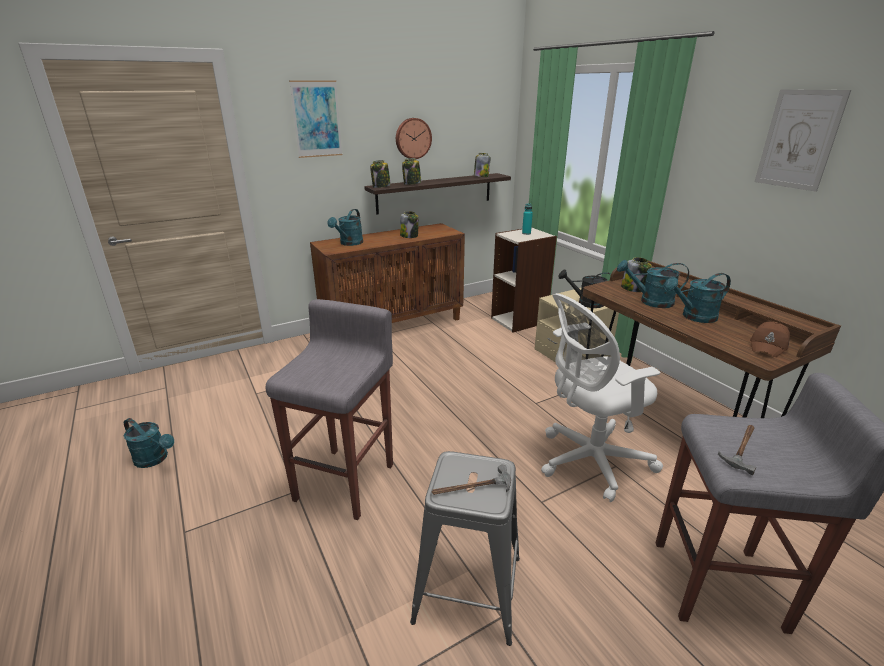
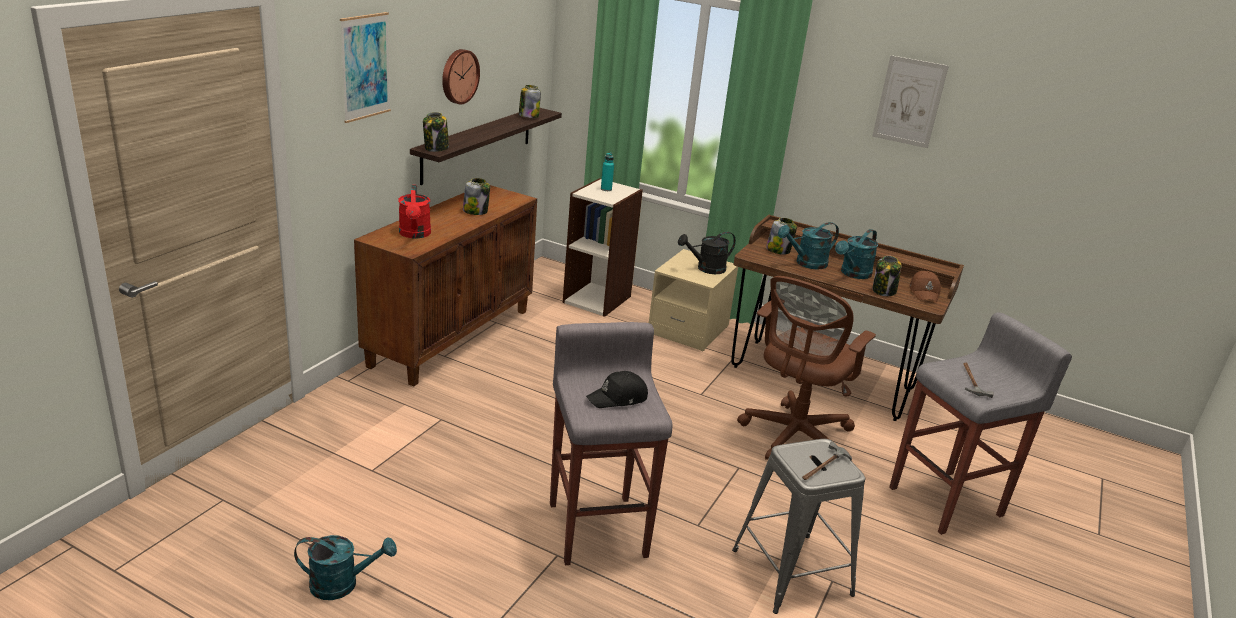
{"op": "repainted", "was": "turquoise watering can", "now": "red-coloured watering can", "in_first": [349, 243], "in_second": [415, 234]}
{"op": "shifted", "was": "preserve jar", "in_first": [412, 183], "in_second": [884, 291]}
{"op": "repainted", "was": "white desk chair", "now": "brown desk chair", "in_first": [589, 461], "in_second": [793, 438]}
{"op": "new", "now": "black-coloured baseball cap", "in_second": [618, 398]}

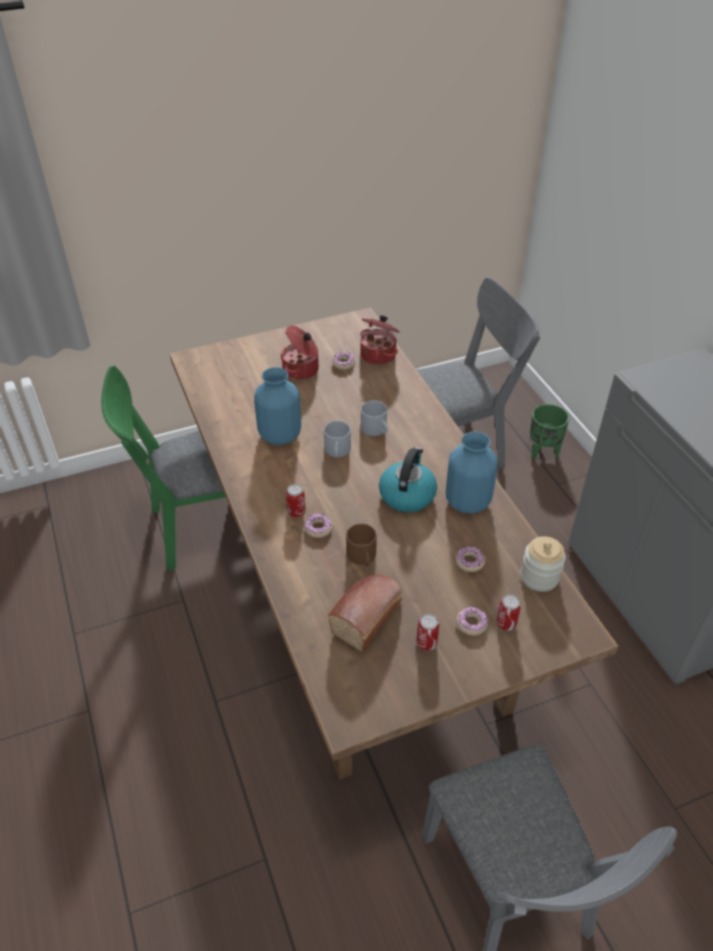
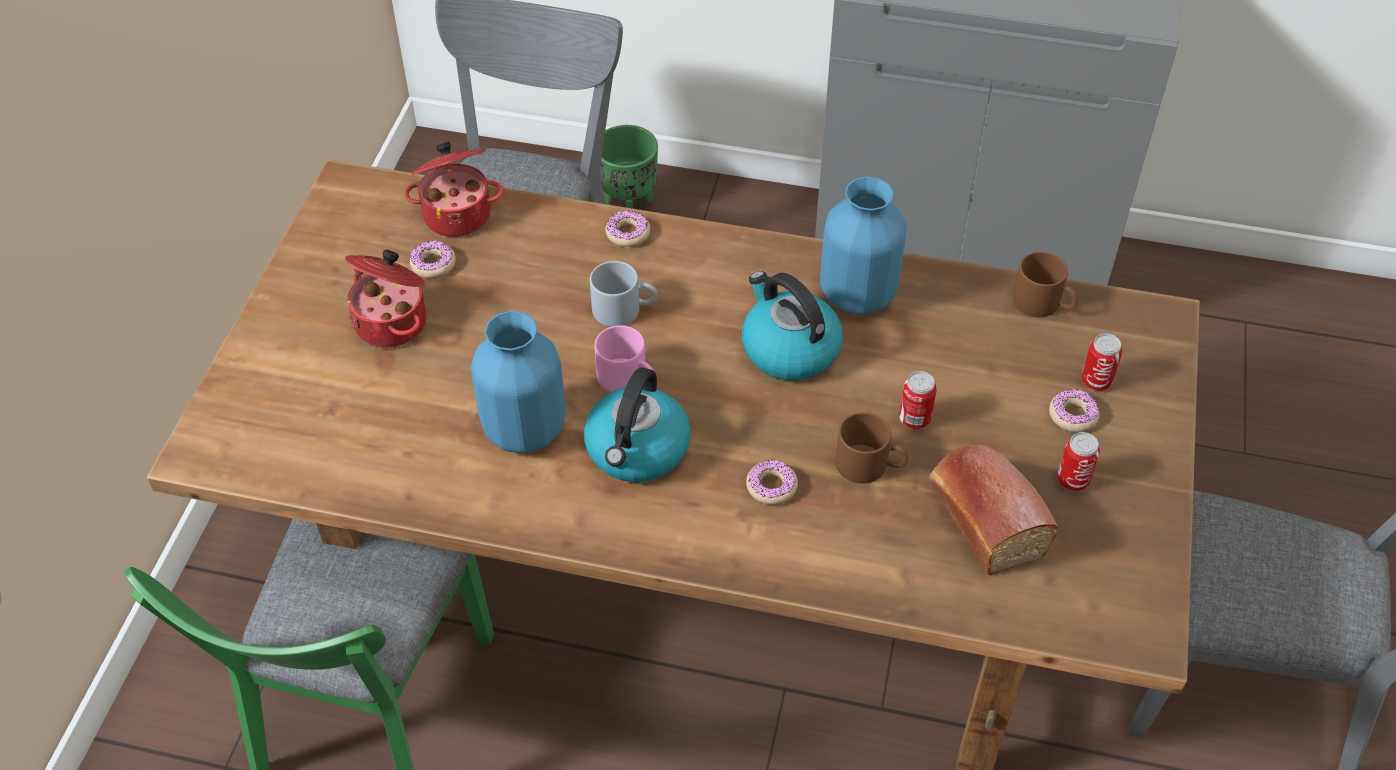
{"op": "shifted", "was": "sealed can", "in_first": [296, 512], "in_second": [914, 419]}
{"op": "repainted", "was": "grey coffee mug", "now": "pink coffee mug", "in_first": [338, 451], "in_second": [629, 378]}
{"op": "shifted", "was": "ring doughnut", "in_first": [469, 562], "in_second": [628, 234]}
{"op": "swapped", "was": "preserve jar", "now": "brown coffee mug", "in_first": [539, 577], "in_second": [1044, 304]}
{"op": "new", "now": "water kettle", "in_second": [637, 450]}

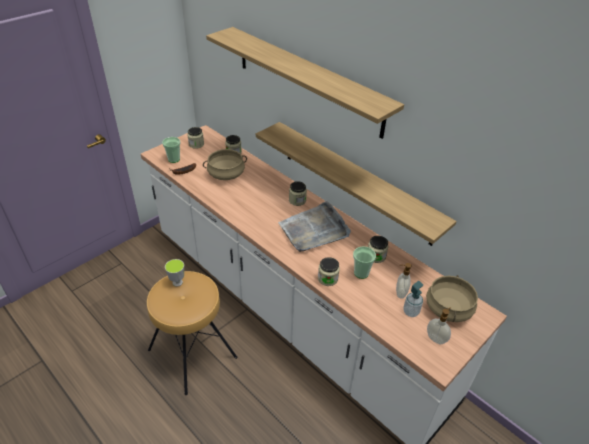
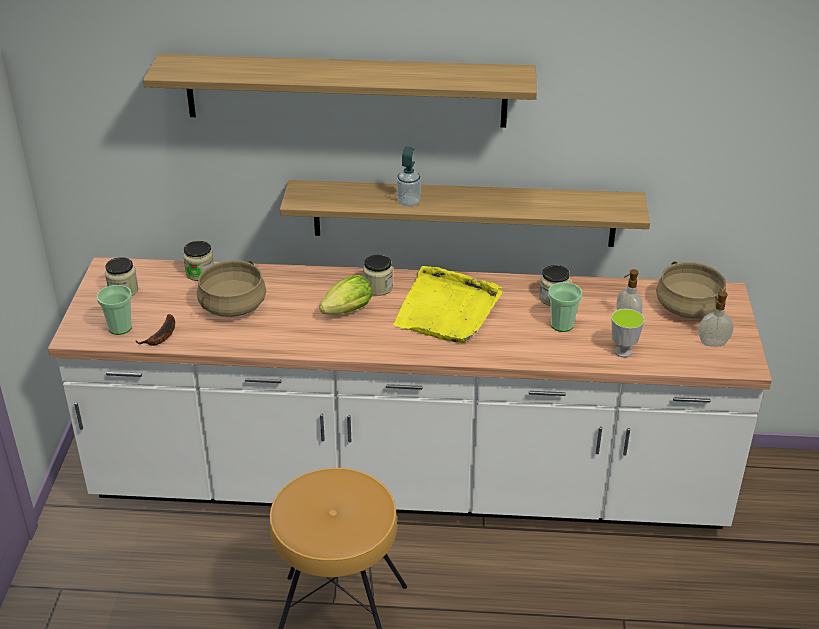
{"op": "shifted", "was": "cup", "in_first": [177, 282], "in_second": [623, 352]}
{"op": "repainted", "was": "grey tray", "now": "yellow-coloured tray", "in_first": [314, 230], "in_second": [447, 309]}
{"op": "gone", "was": "preserve jar", "in_first": [327, 278]}
{"op": "shifted", "was": "soap bottle", "in_first": [411, 312], "in_second": [408, 202]}
{"op": "new", "now": "head of lettuce", "in_second": [345, 312]}

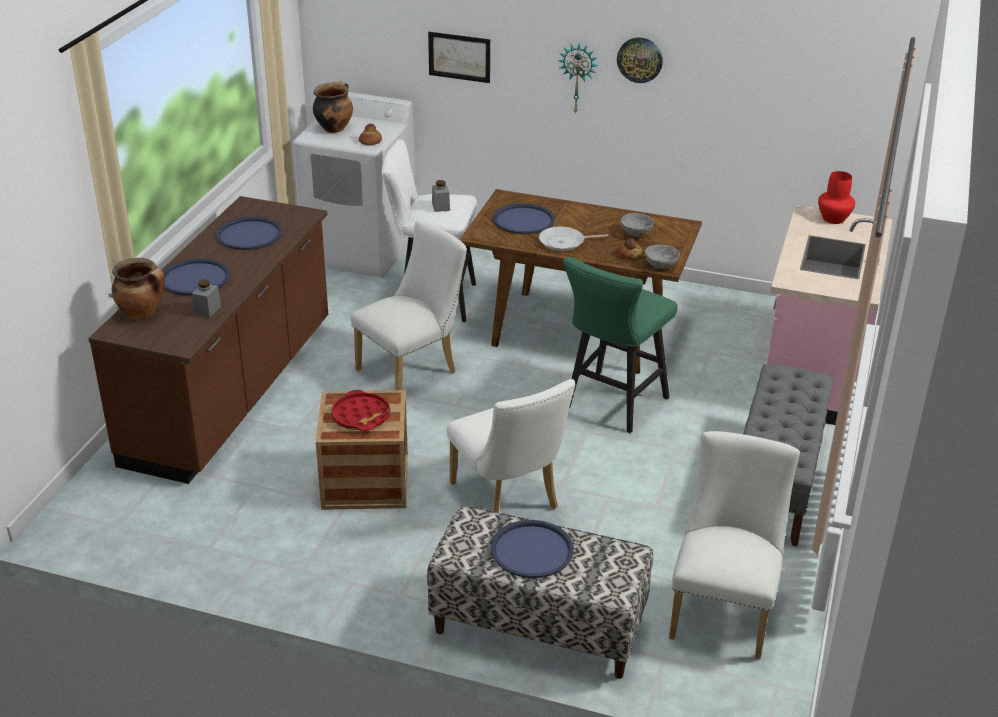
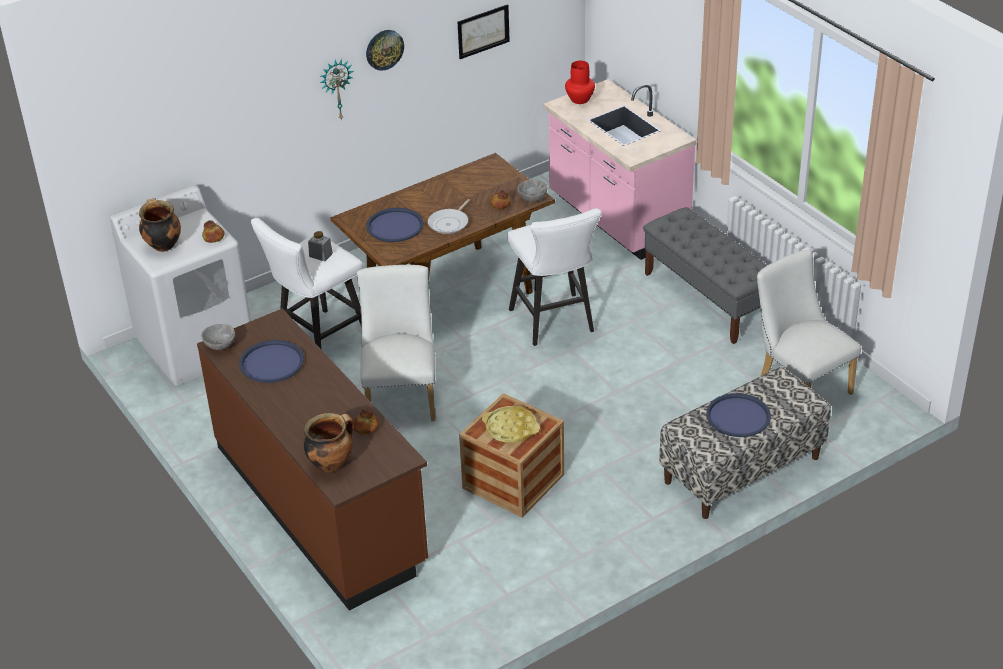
{"op": "gone", "was": "blue tray", "in_first": [195, 278]}
{"op": "swapped", "was": "grey preserve jar", "now": "bread", "in_first": [207, 310], "in_second": [366, 427]}
{"op": "repainted", "was": "red-coloured tray", "now": "yellow-coloured tray", "in_first": [361, 416], "in_second": [511, 428]}
{"op": "shifted", "was": "picture", "in_first": [459, 57], "in_second": [483, 31]}
{"op": "gone", "was": "white upright chair", "in_first": [508, 500]}
{"op": "repainted", "was": "green sitting stool", "now": "white sitting stool", "in_first": [611, 406], "in_second": [555, 323]}
{"op": "shifted", "was": "grey bowl", "in_first": [636, 234], "in_second": [221, 345]}

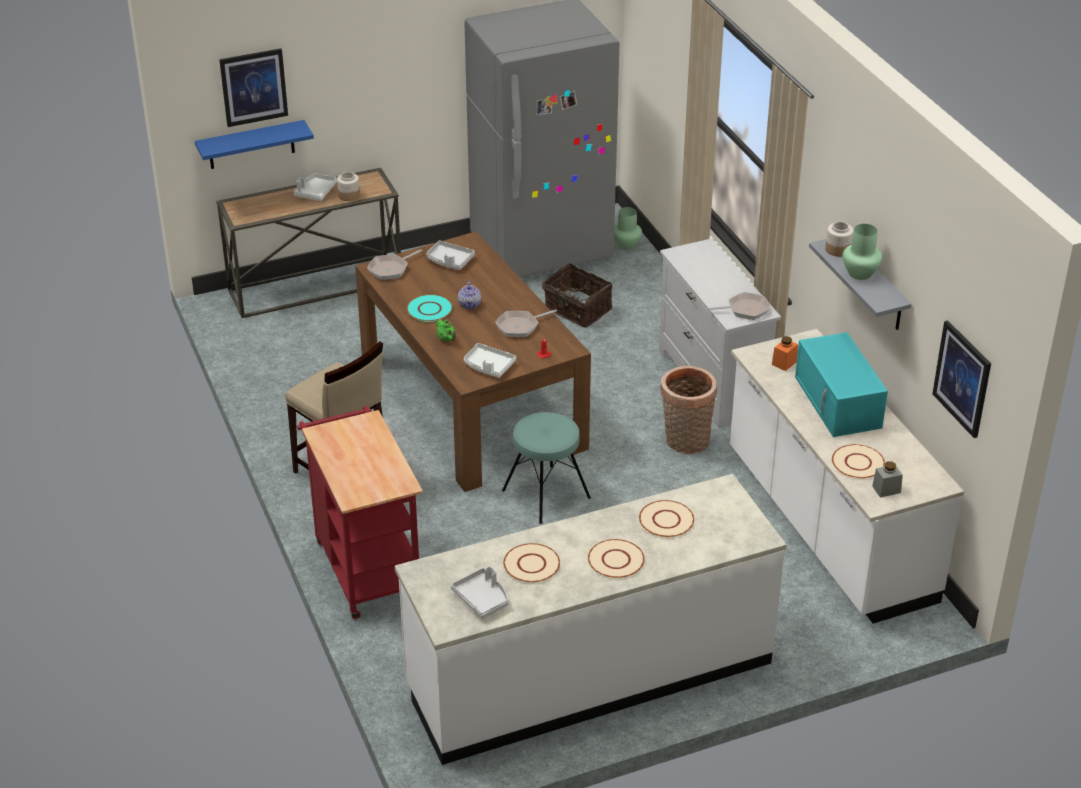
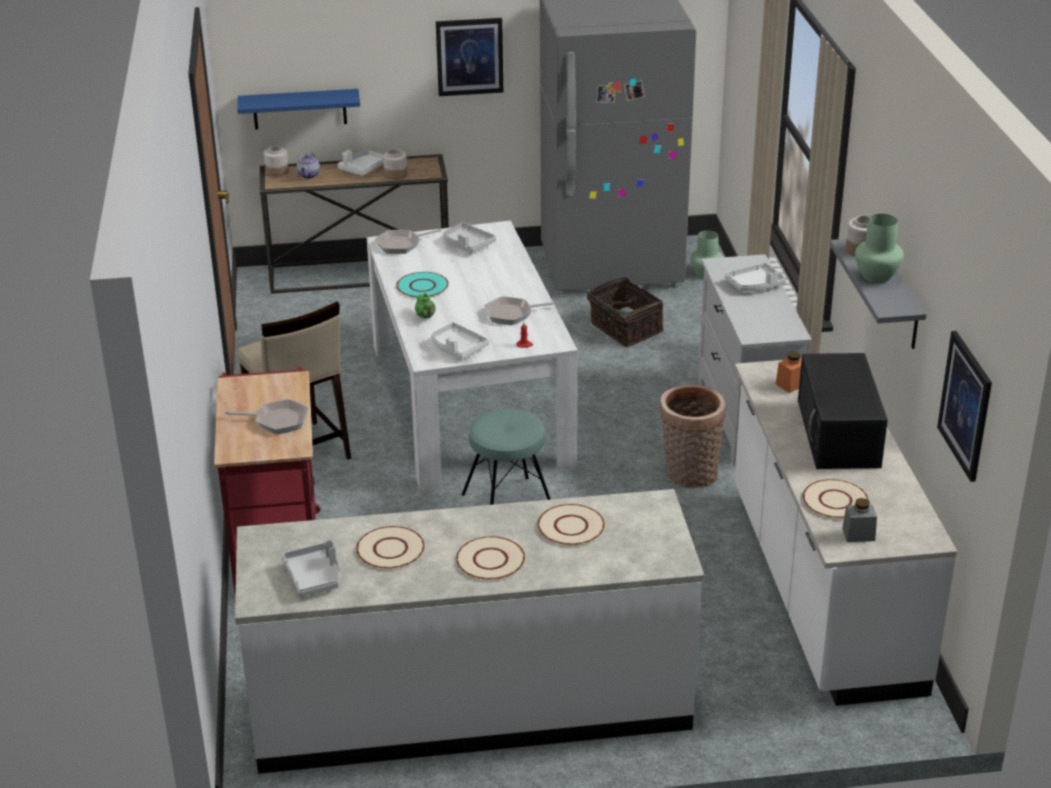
{"op": "shifted", "was": "picture", "in_first": [253, 87], "in_second": [469, 56]}
{"op": "repainted", "was": "brown dining table", "now": "white dining table", "in_first": [472, 403], "in_second": [470, 403]}
{"op": "shifted", "was": "teapot", "in_first": [470, 305], "in_second": [309, 175]}
{"op": "shifted", "was": "frying pan", "in_first": [745, 309], "in_second": [277, 421]}
{"op": "repainted", "was": "turquoise kitchen microwave", "now": "black-coloured kitchen microwave", "in_first": [839, 403], "in_second": [839, 434]}
{"op": "new", "now": "preserve jar", "in_second": [277, 171]}
{"op": "new", "now": "white tray", "in_second": [755, 285]}

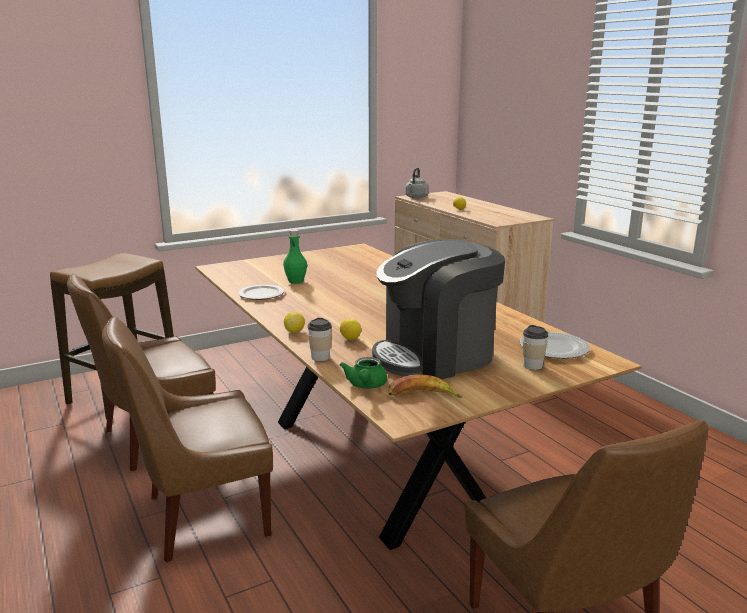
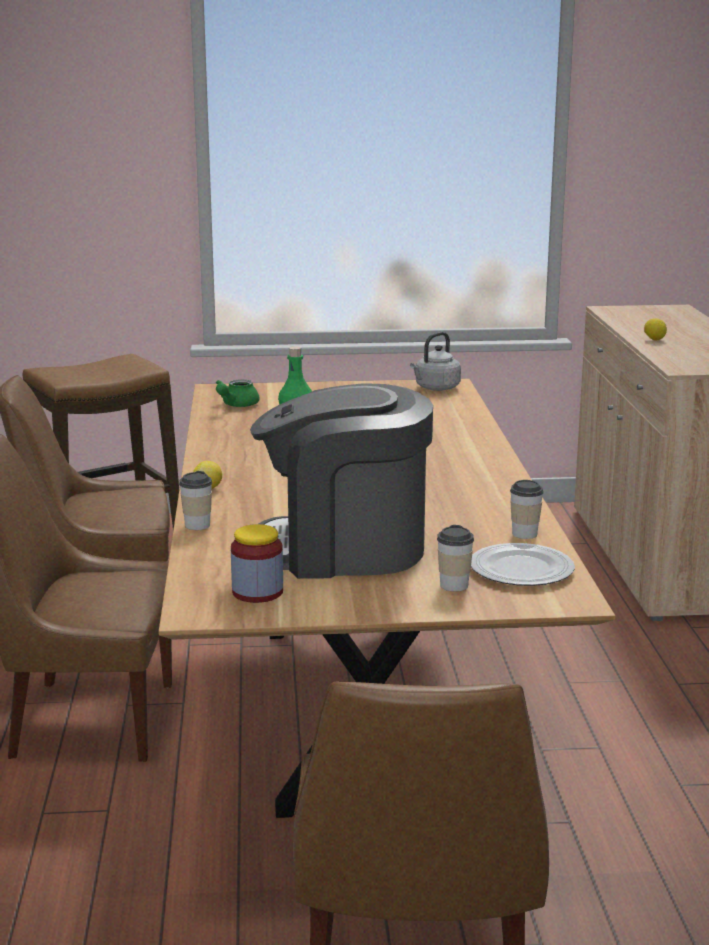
{"op": "gone", "was": "plate", "in_first": [260, 294]}
{"op": "gone", "was": "citrus fruit", "in_first": [350, 339]}
{"op": "shifted", "was": "green teapot", "in_first": [366, 386], "in_second": [236, 405]}
{"op": "swapped", "was": "whole banana", "now": "preserve jar", "in_first": [422, 395], "in_second": [257, 592]}
{"op": "shifted", "was": "grey water kettle", "in_first": [416, 197], "in_second": [435, 388]}
{"op": "new", "now": "cup", "in_second": [524, 534]}

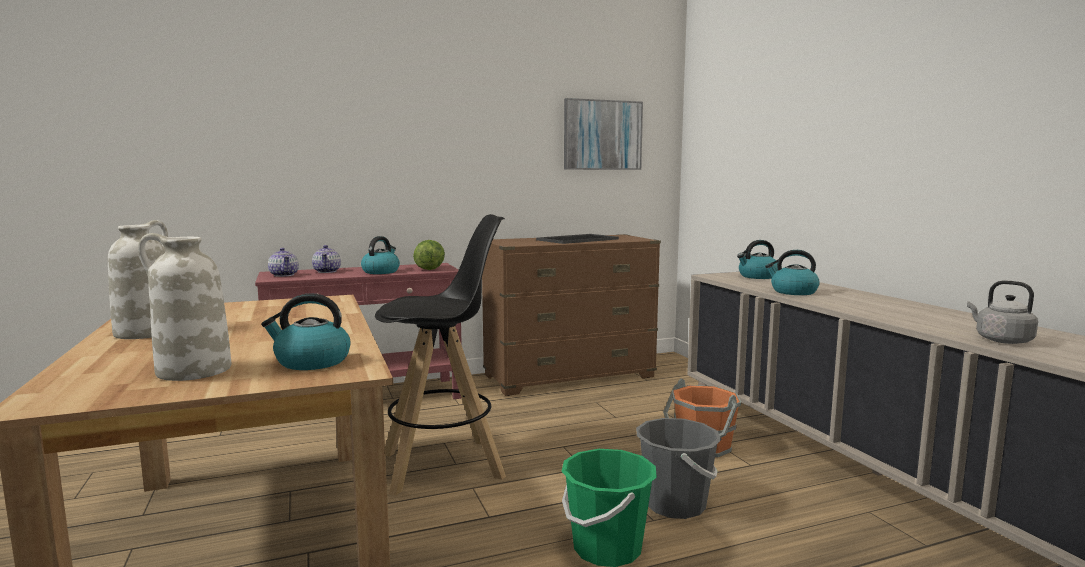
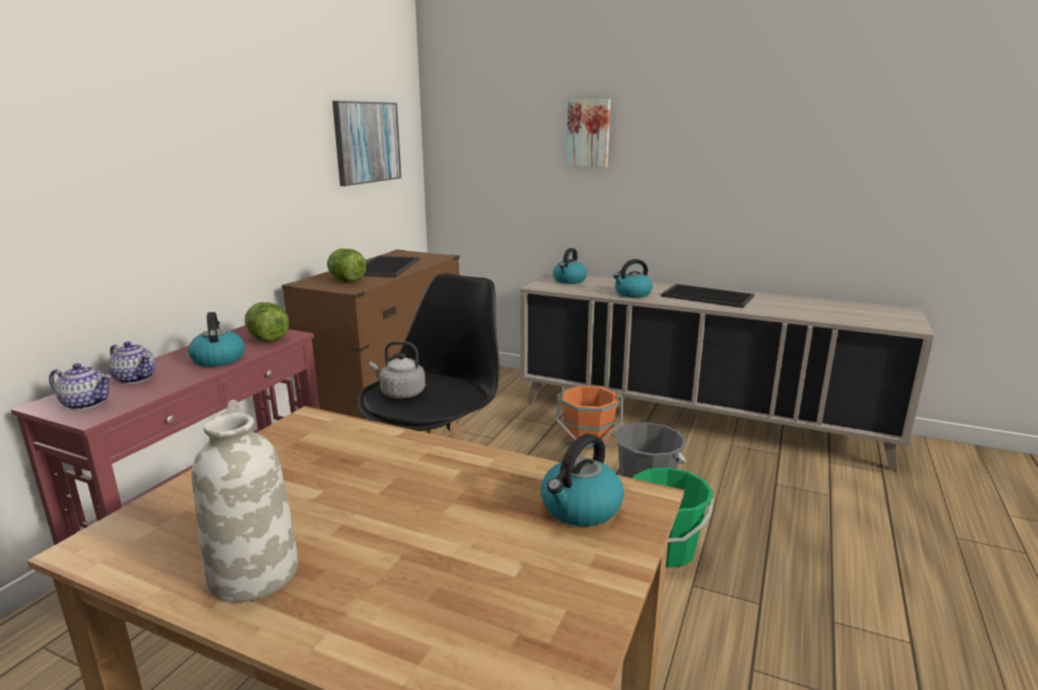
{"op": "gone", "was": "white flower vase", "in_first": [192, 371]}
{"op": "shifted", "was": "grey water kettle", "in_first": [1000, 340], "in_second": [400, 393]}
{"op": "new", "now": "head of lettuce", "in_second": [347, 281]}
{"op": "new", "now": "picture", "in_second": [588, 133]}
{"op": "new", "now": "tray", "in_second": [708, 296]}

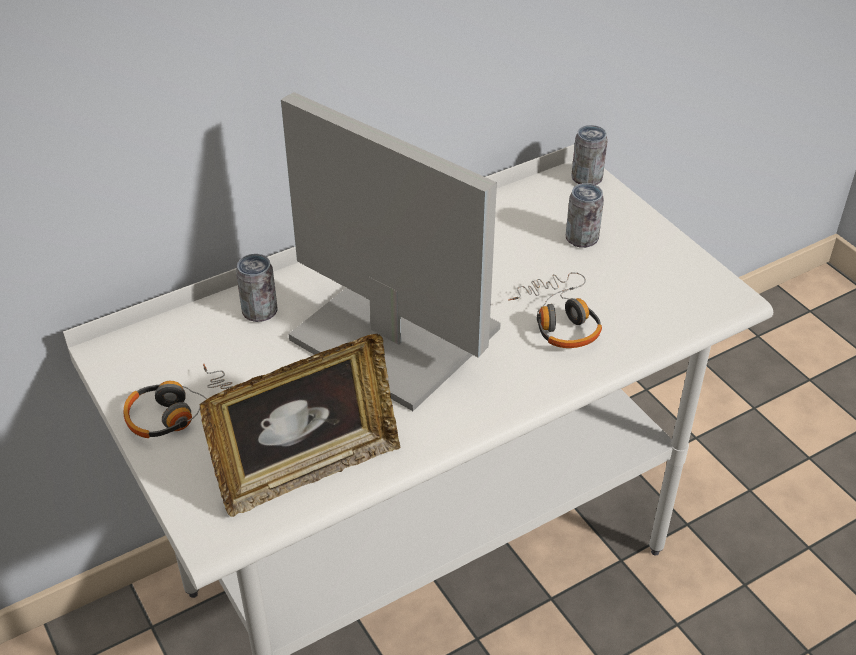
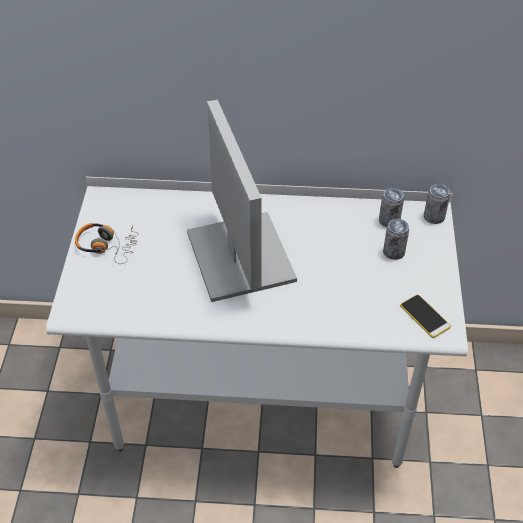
{"op": "gone", "was": "picture frame", "in_first": [307, 470]}
{"op": "shifted", "was": "sealed can", "in_first": [260, 311], "in_second": [389, 221]}
{"op": "gone", "was": "headphones", "in_first": [559, 320]}
{"op": "new", "now": "phone", "in_second": [425, 316]}

